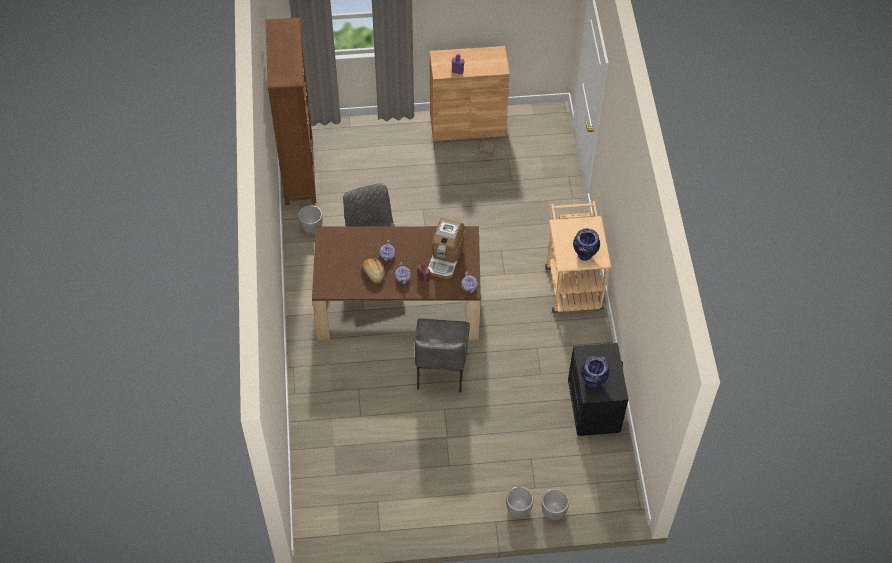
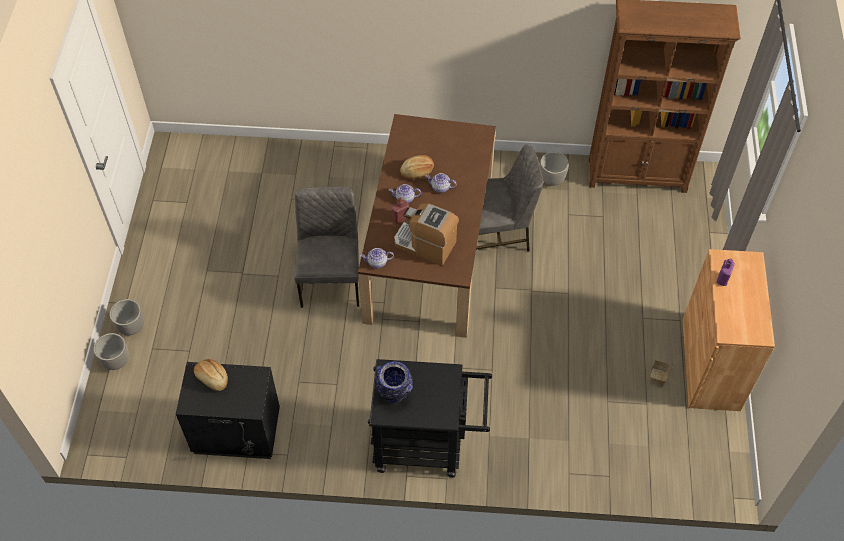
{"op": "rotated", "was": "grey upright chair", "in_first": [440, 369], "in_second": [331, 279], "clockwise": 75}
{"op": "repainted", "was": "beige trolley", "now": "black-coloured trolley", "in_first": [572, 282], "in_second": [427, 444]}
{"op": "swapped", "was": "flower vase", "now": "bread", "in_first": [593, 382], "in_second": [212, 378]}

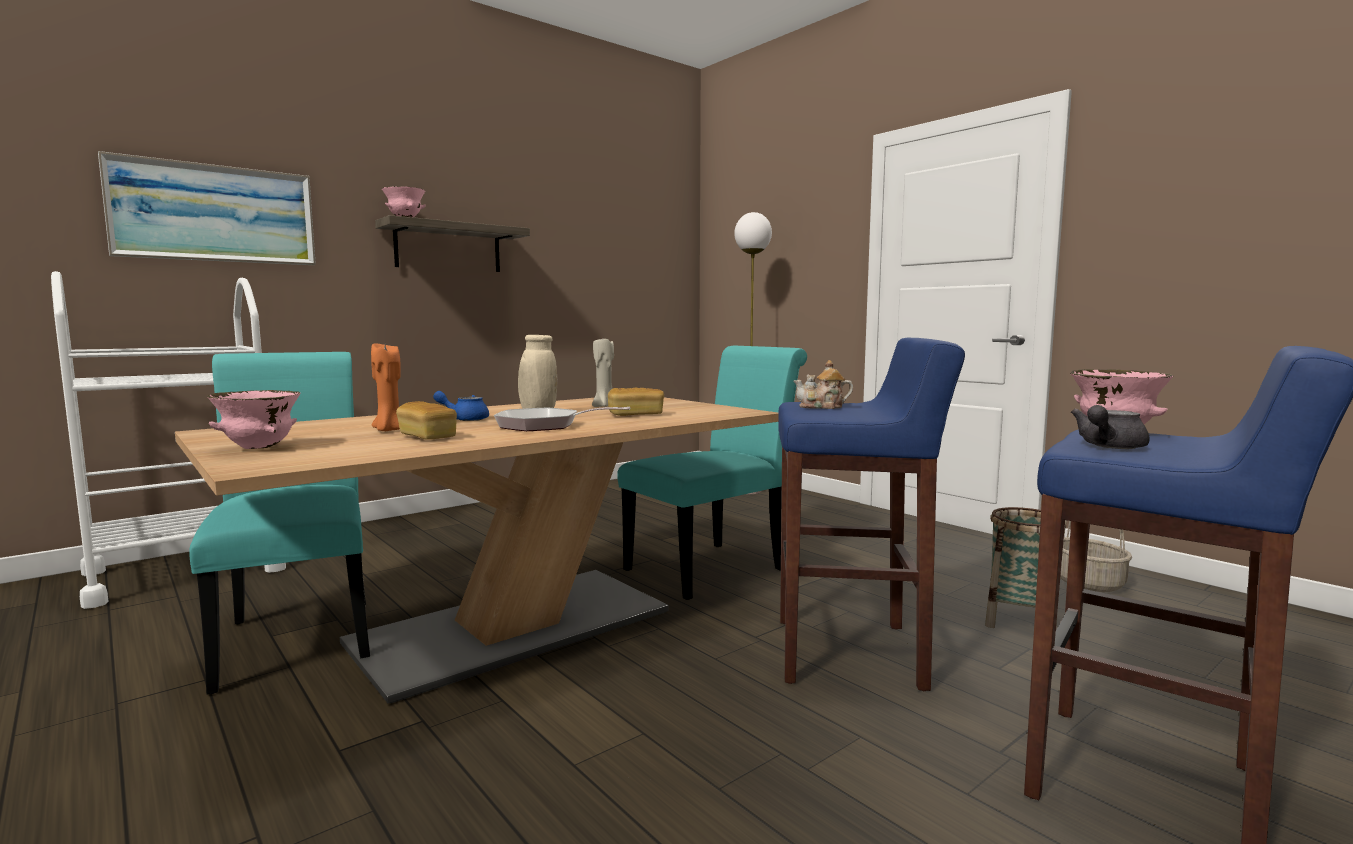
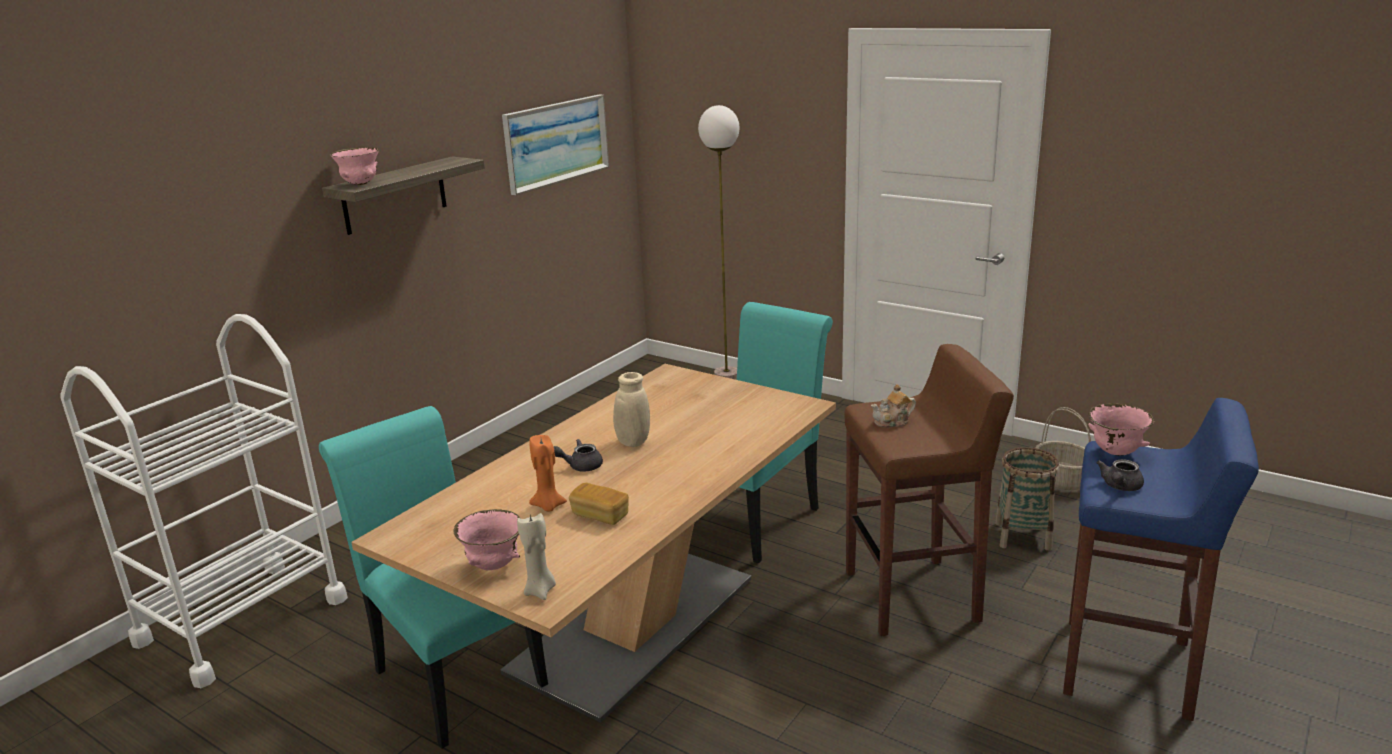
{"op": "shifted", "was": "picture", "in_first": [215, 213], "in_second": [556, 142]}
{"op": "repainted", "was": "blue teapot", "now": "grey teapot", "in_first": [465, 419], "in_second": [580, 466]}
{"op": "gone", "was": "frying pan", "in_first": [545, 426]}
{"op": "shifted", "was": "beige wax candle", "in_first": [605, 406], "in_second": [540, 591]}
{"op": "gone", "was": "bread", "in_first": [636, 414]}
{"op": "repainted", "was": "blue sitting stool", "now": "brown sitting stool", "in_first": [850, 653], "in_second": [913, 596]}

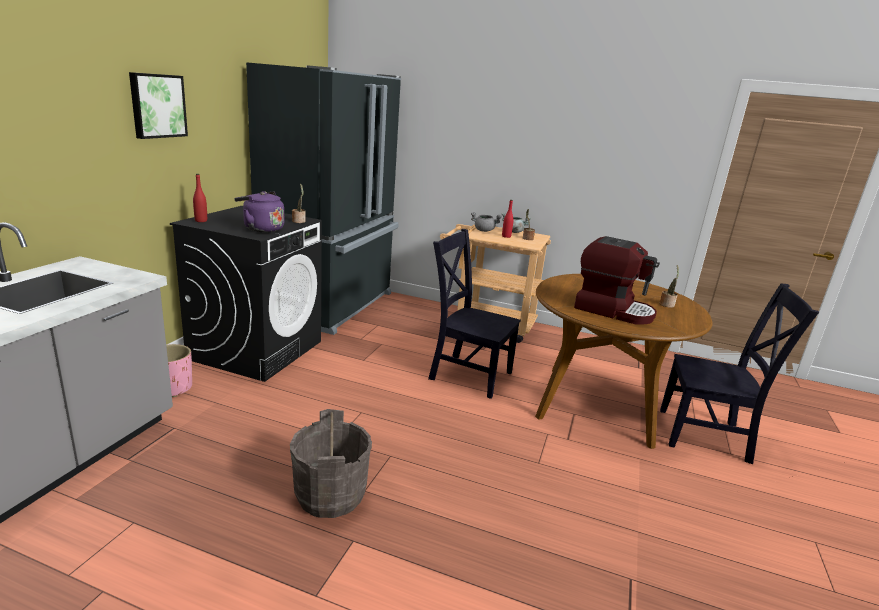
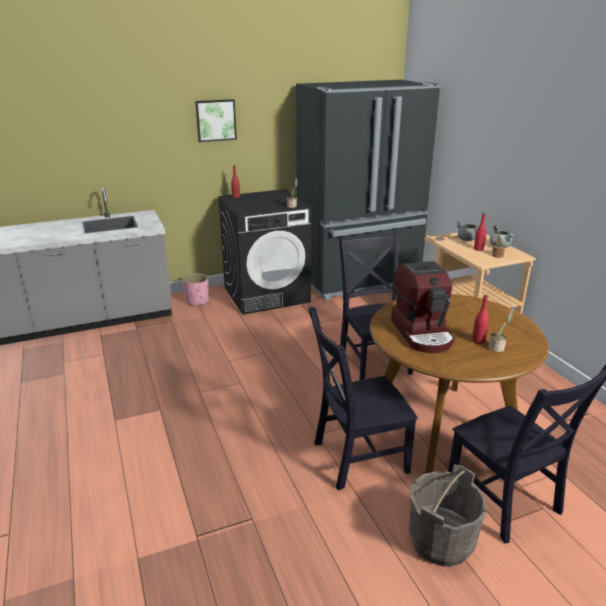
{"op": "gone", "was": "purple-coloured water kettle", "in_first": [261, 229]}
{"op": "shifted", "was": "grey water bucket", "in_first": [330, 495], "in_second": [440, 541]}
{"op": "new", "now": "black-coloured upright chair", "in_second": [356, 458]}
{"op": "new", "now": "red-coloured bottle", "in_second": [478, 341]}

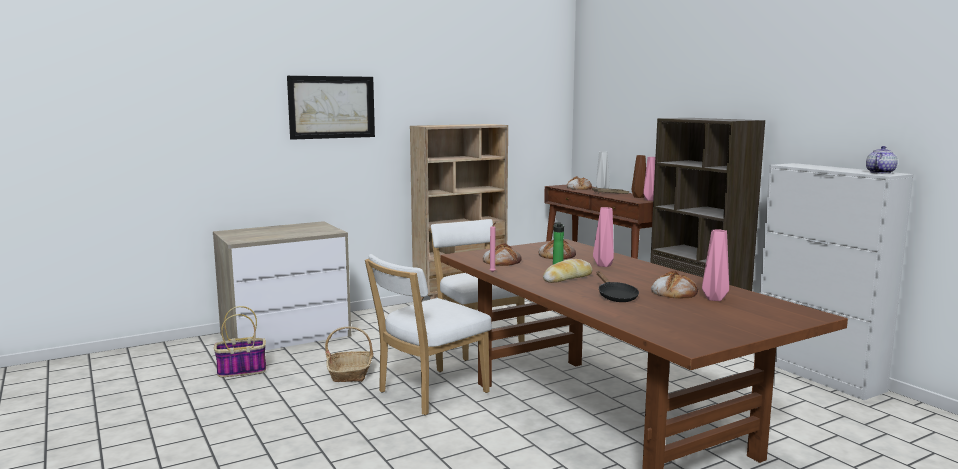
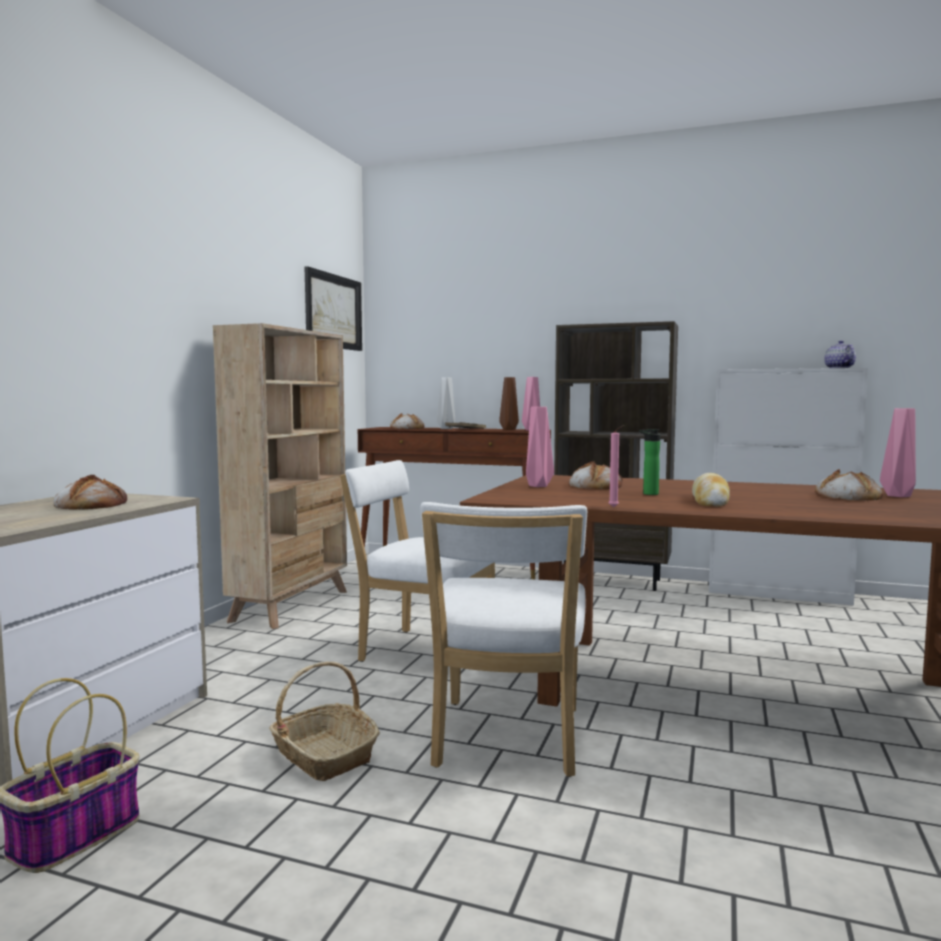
{"op": "shifted", "was": "picture", "in_first": [331, 107], "in_second": [333, 311]}
{"op": "shifted", "was": "bread", "in_first": [501, 261], "in_second": [91, 504]}
{"op": "shifted", "was": "pink flower vase", "in_first": [604, 265], "in_second": [540, 486]}
{"op": "gone", "was": "black-coloured frying pan", "in_first": [615, 296]}

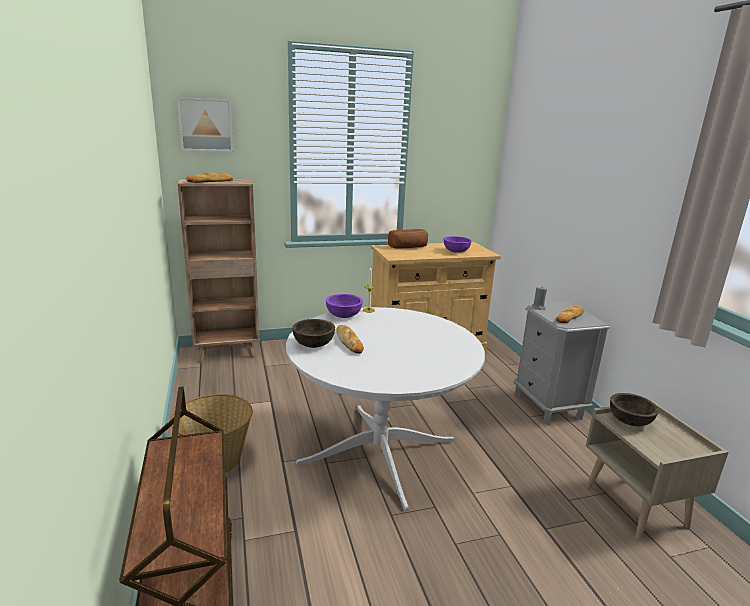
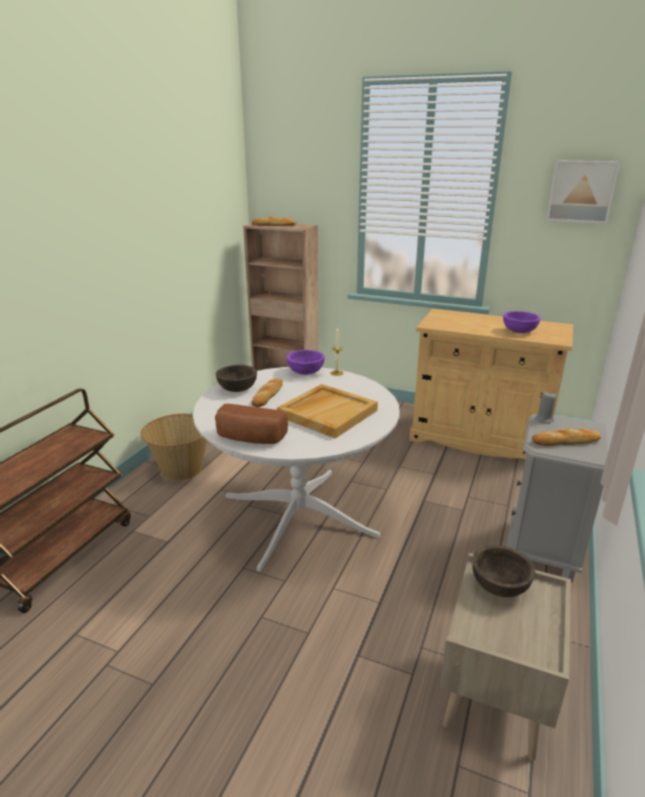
{"op": "shifted", "was": "picture", "in_first": [206, 125], "in_second": [581, 191]}
{"op": "shifted", "was": "bread", "in_first": [409, 247], "in_second": [249, 439]}
{"op": "new", "now": "beige tray", "in_second": [327, 413]}

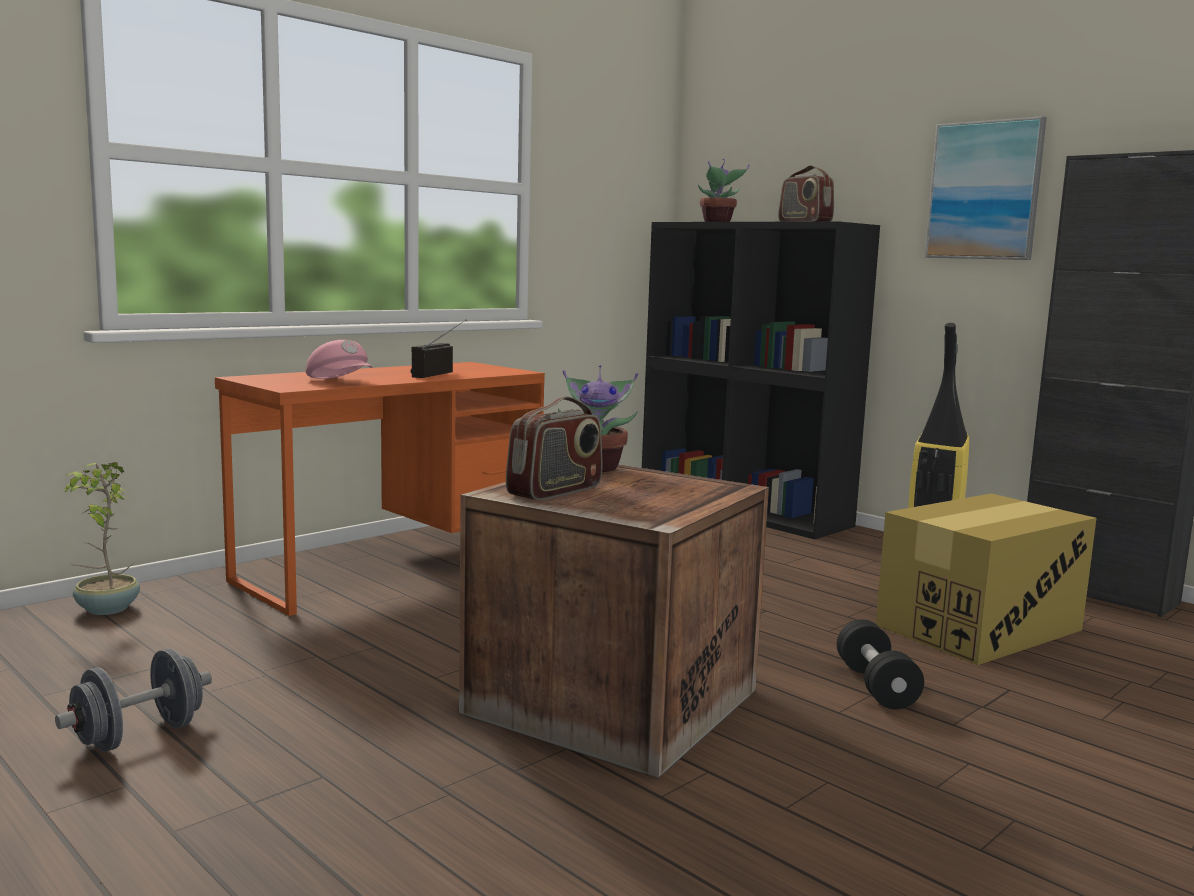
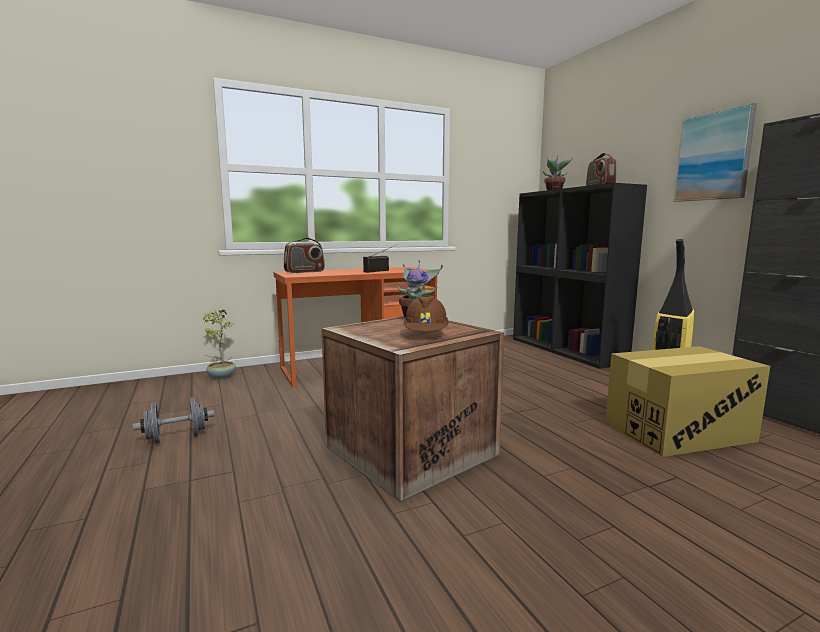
{"op": "gone", "was": "pink baseball cap", "in_first": [341, 382]}
{"op": "shifted", "was": "radio receiver", "in_first": [555, 491], "in_second": [304, 272]}
{"op": "gone", "was": "black-coloured hand weight", "in_first": [876, 686]}
{"op": "new", "now": "brown hard hat", "in_second": [426, 335]}

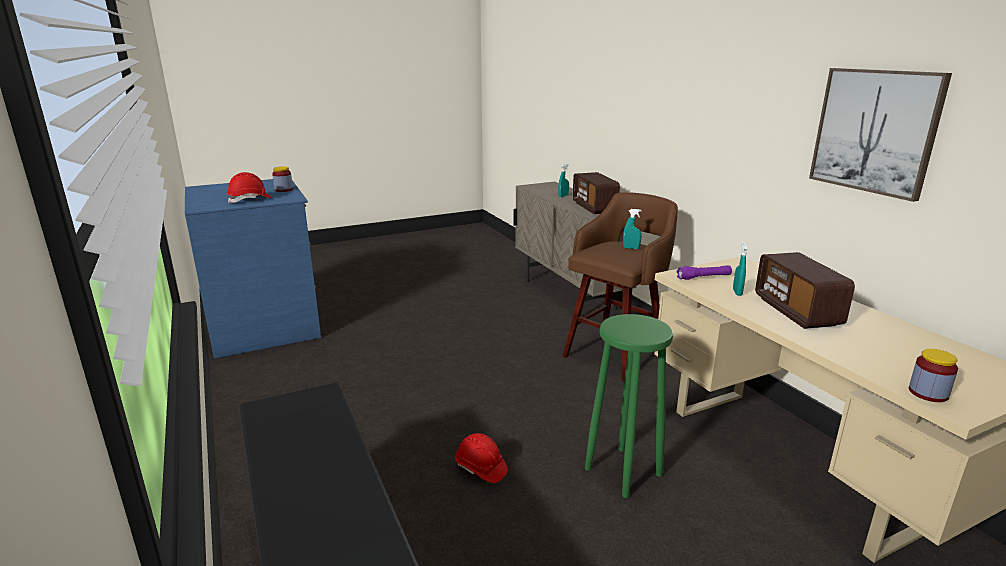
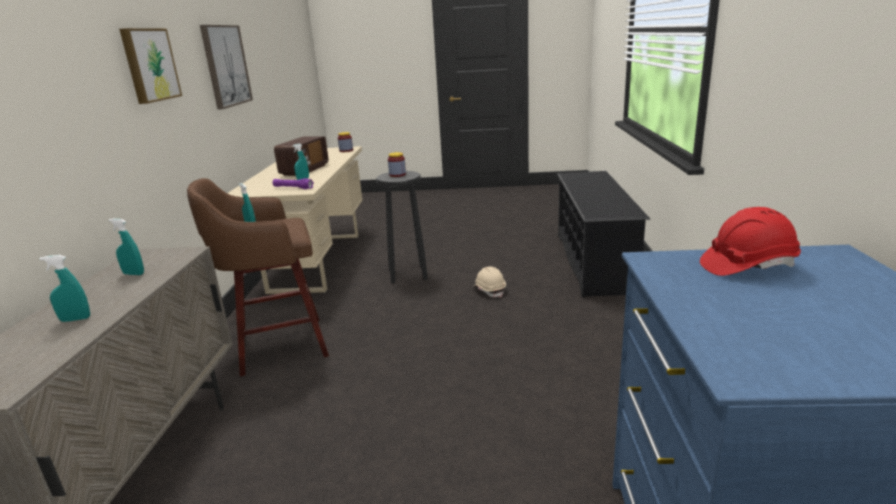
{"op": "shifted", "was": "preserve jar", "in_first": [283, 190], "in_second": [397, 175]}
{"op": "repainted", "was": "red-coloured hard hat", "now": "beige hard hat", "in_first": [480, 468], "in_second": [489, 290]}
{"op": "swapped", "was": "radio receiver", "now": "turquoise sprayer", "in_first": [594, 207], "in_second": [134, 274]}
{"op": "repainted", "was": "green sitting stool", "now": "black-coloured sitting stool", "in_first": [622, 471], "in_second": [407, 274]}
{"op": "new", "now": "picture", "in_second": [149, 65]}

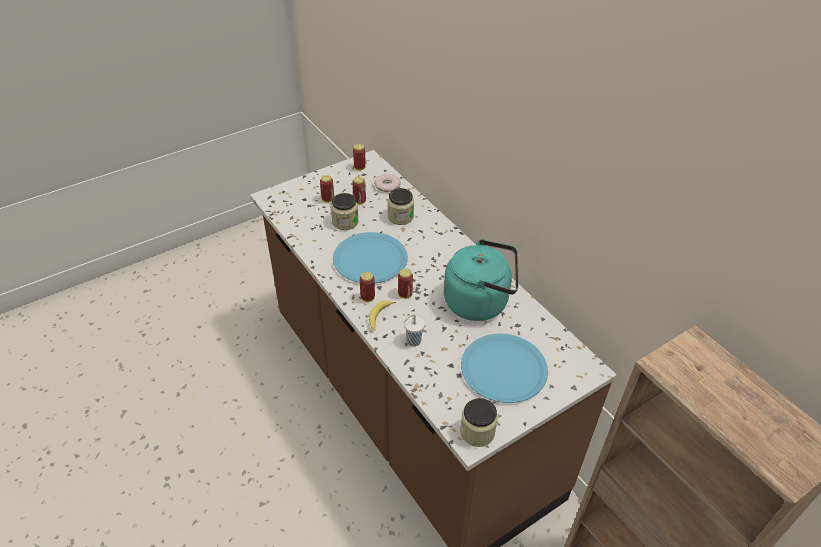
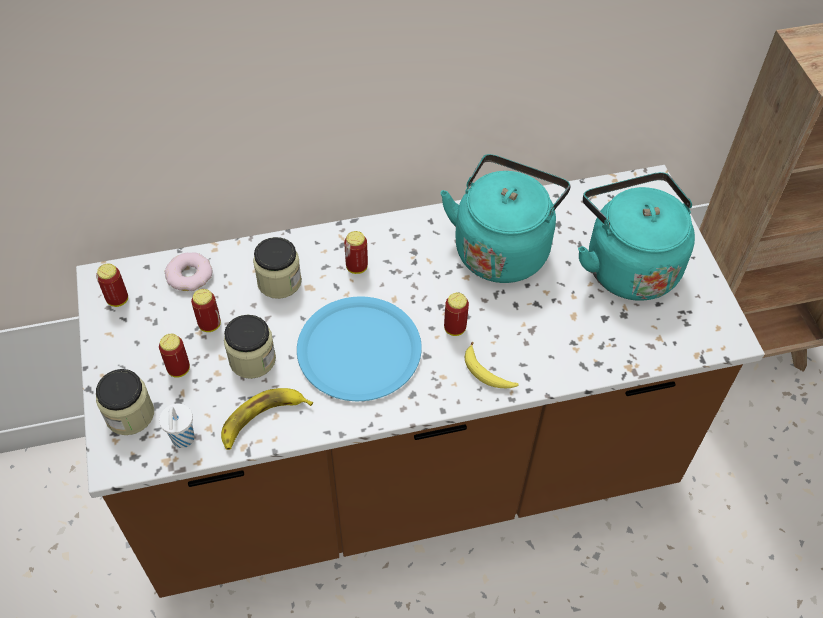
{"op": "shifted", "was": "sealed can", "in_first": [367, 298], "in_second": [357, 267]}
{"op": "shifted", "was": "white cup", "in_first": [412, 341], "in_second": [183, 440]}
{"op": "shifted", "was": "preserve jar", "in_first": [477, 432], "in_second": [130, 414]}
{"op": "swapped", "was": "blue plate", "now": "turquoise water kettle", "in_first": [504, 369], "in_second": [627, 265]}
{"op": "new", "now": "whole banana", "in_second": [262, 420]}

